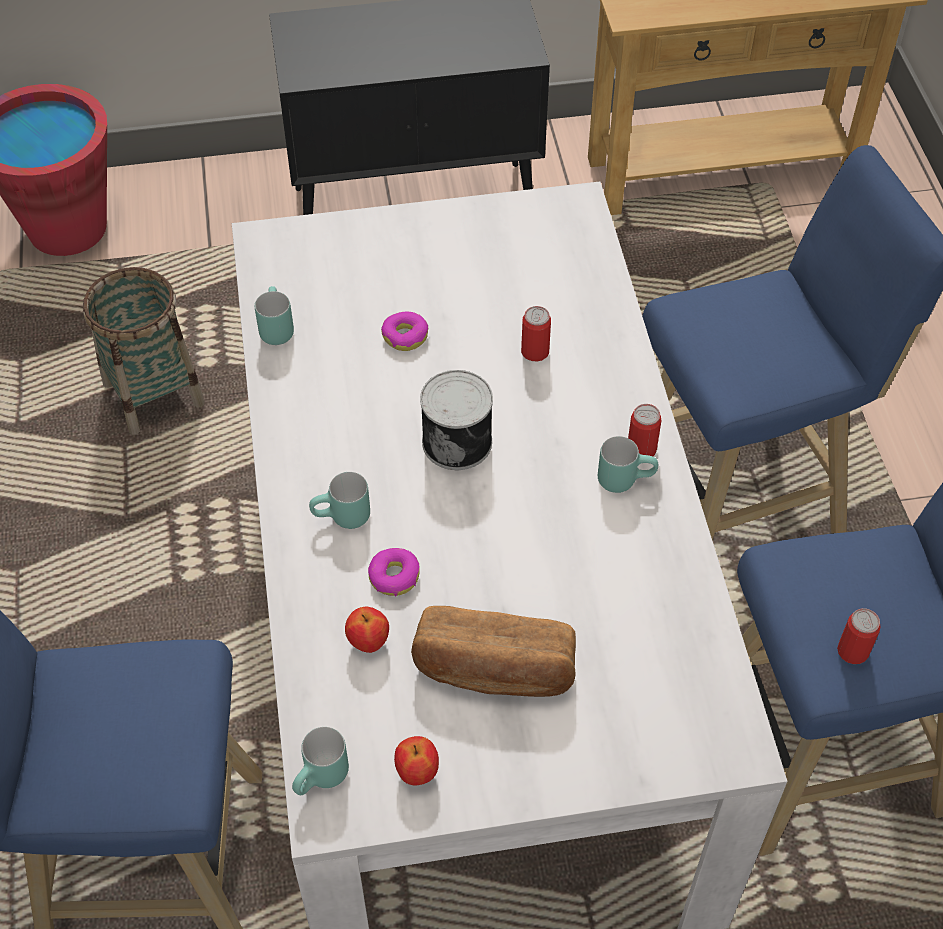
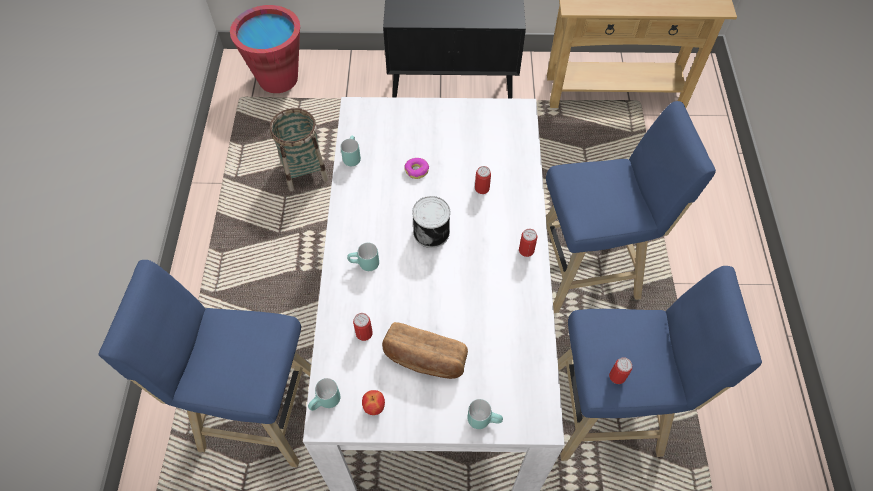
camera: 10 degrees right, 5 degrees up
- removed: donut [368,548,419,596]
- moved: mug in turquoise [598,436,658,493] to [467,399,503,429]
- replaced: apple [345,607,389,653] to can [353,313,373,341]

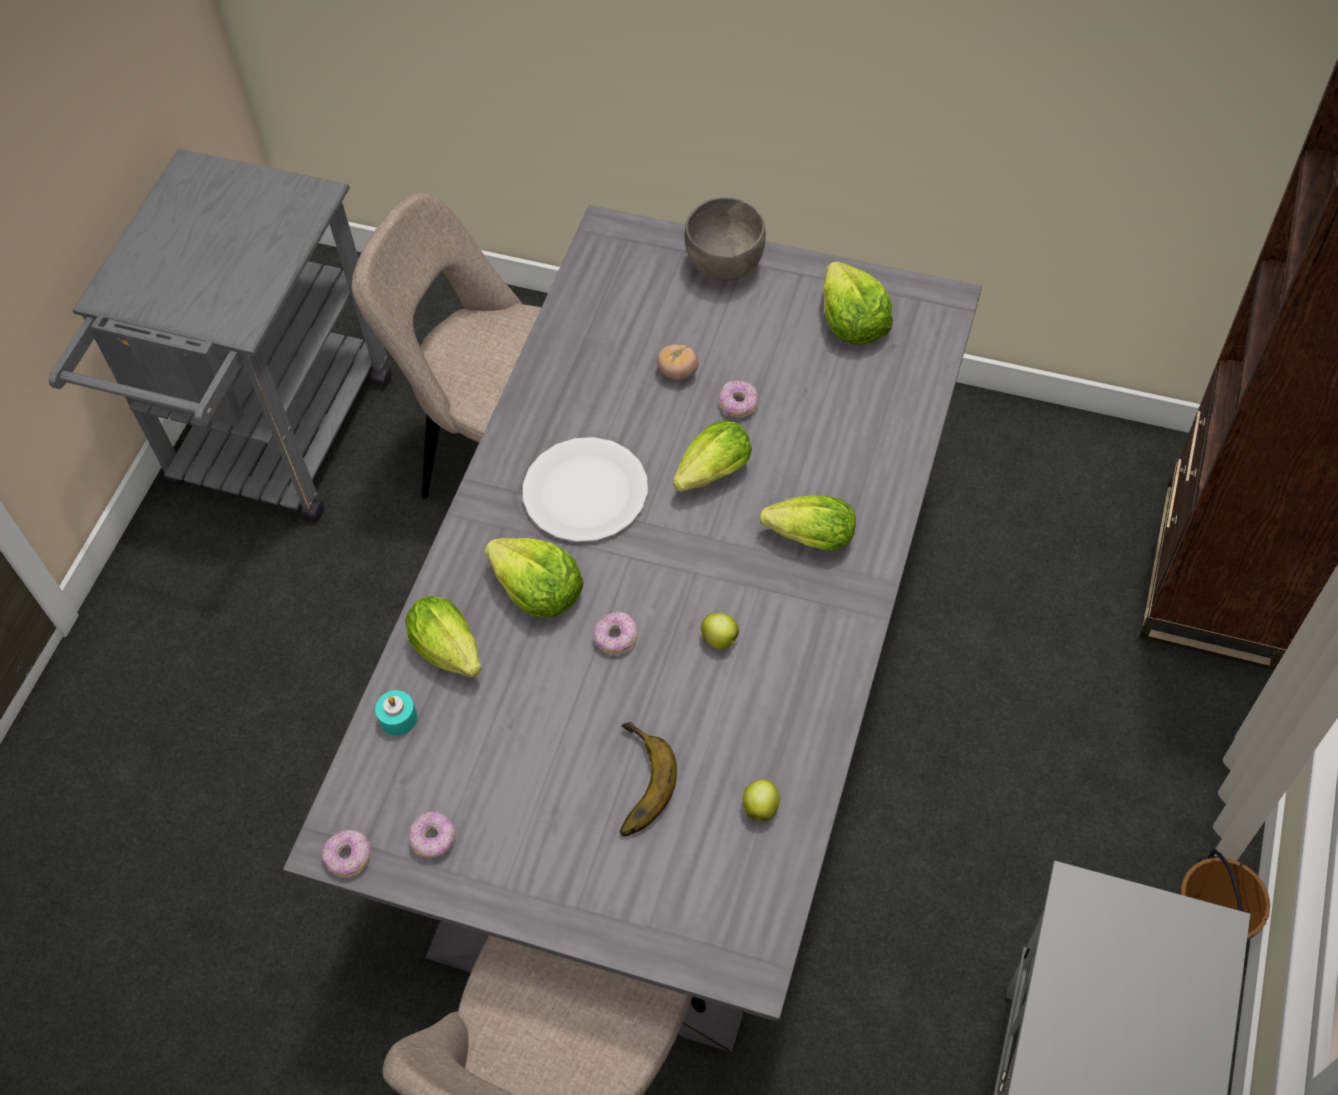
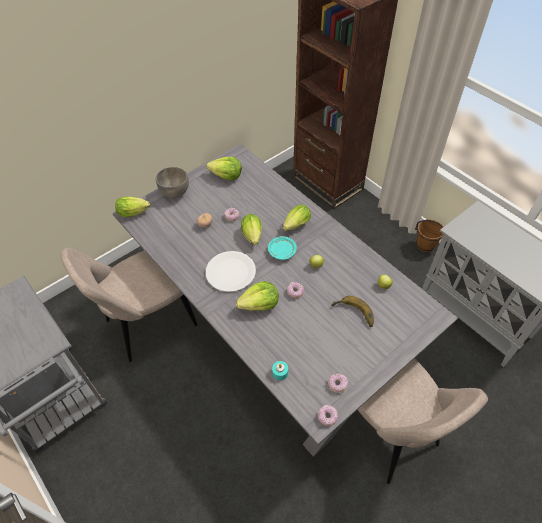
camera: 60 degrees left, 5 degrees down
- added: plate in turquoise [268,236,297,260]
- moved: lettuce [405,596,481,677] to [115,197,150,217]

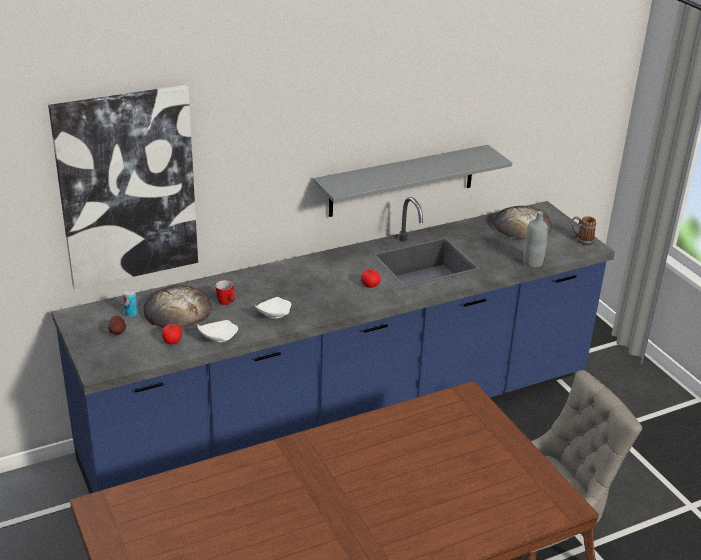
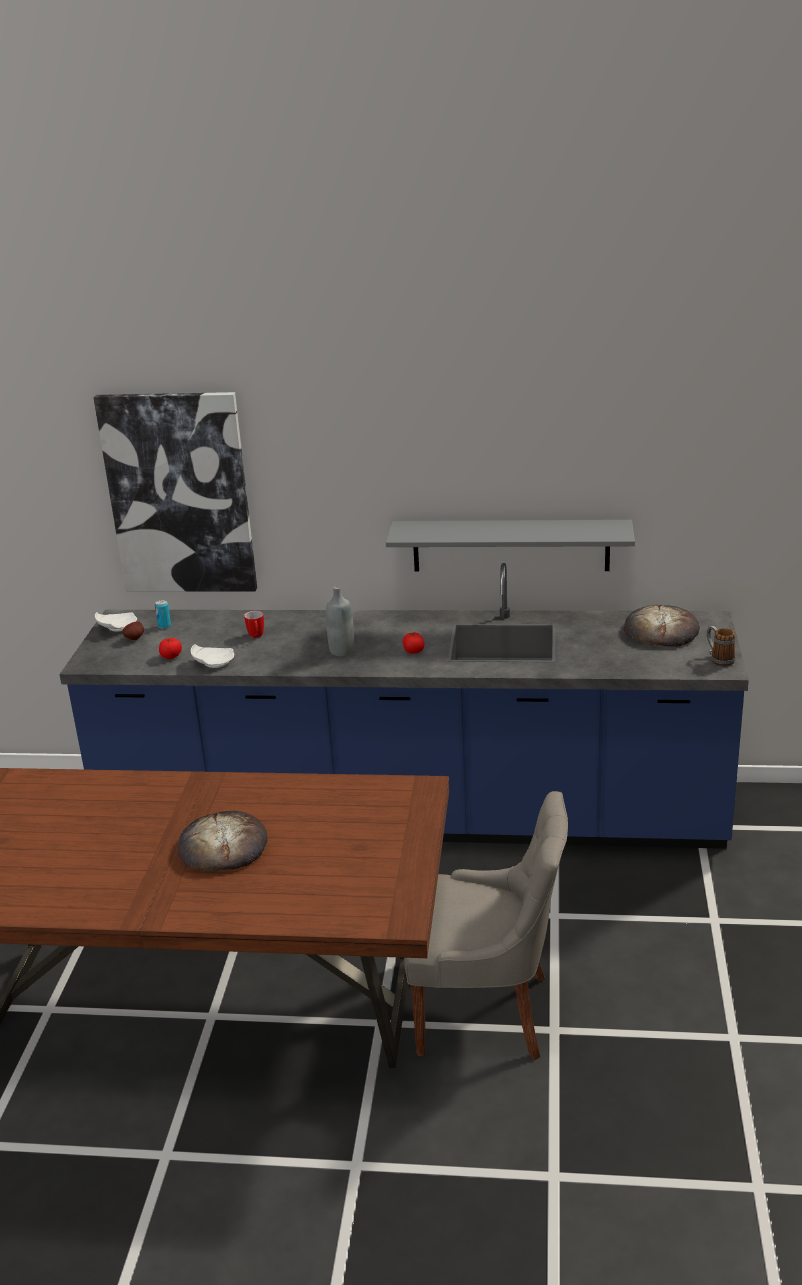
camera: 35 degrees right, 5 degrees down
- moved: bread [144,285,212,328] to [178,811,268,871]
- moved: plate in white [254,297,291,318] to [95,612,137,632]
- moved: bottle in grey [523,211,548,268] to [326,586,354,656]

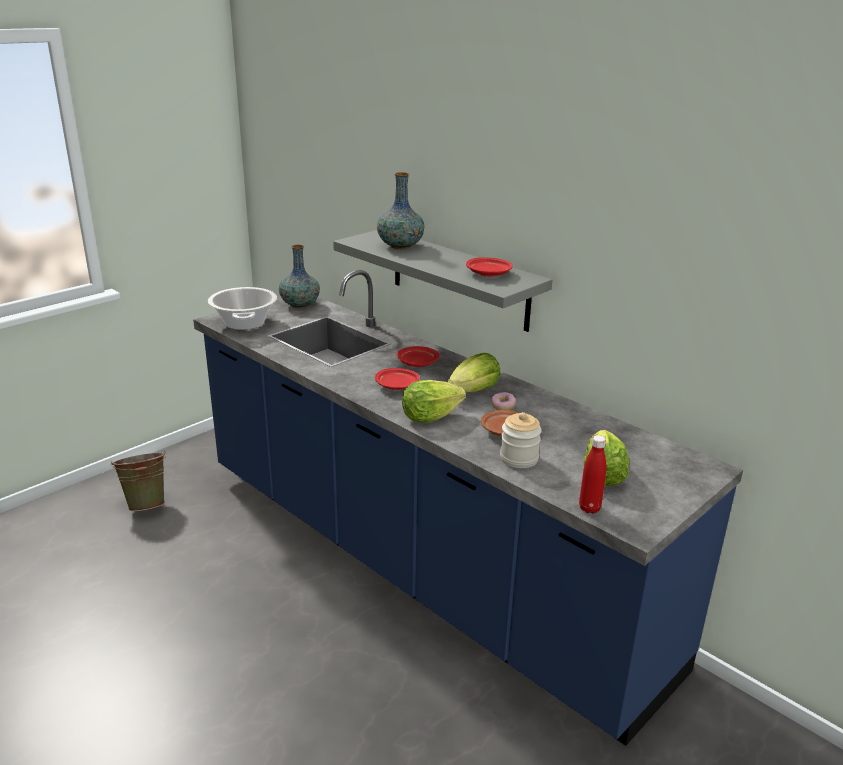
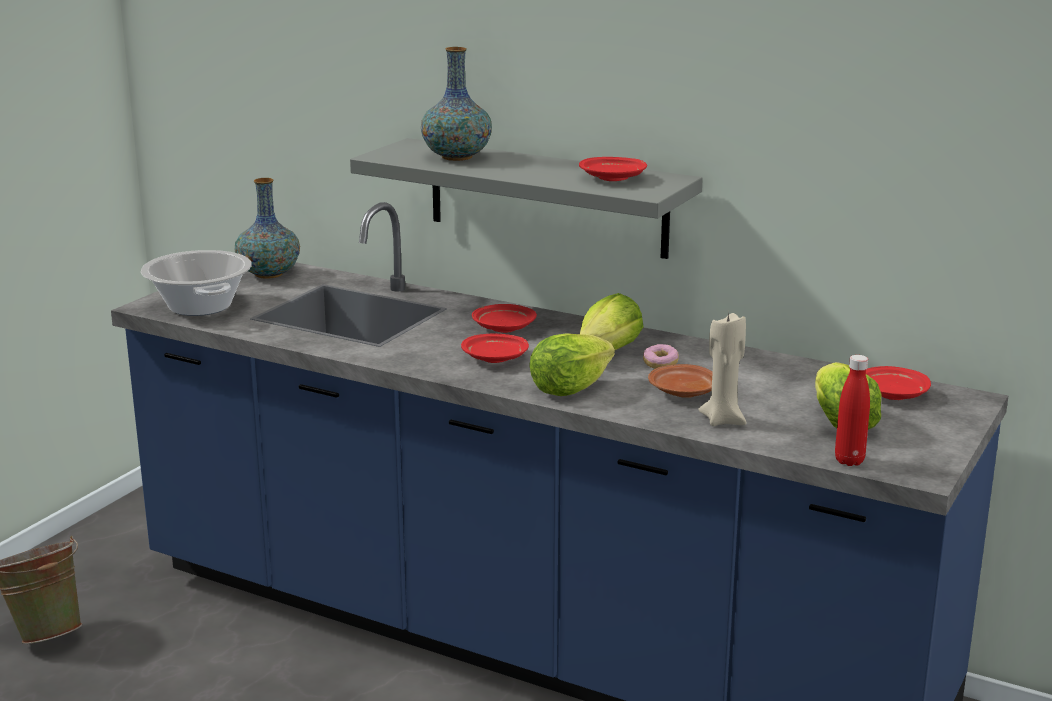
camera: 15 degrees left, 5 degrees down
- added: plate in red [866,366,931,400]
- replaced: jar [500,412,542,468] to candle in beige [698,311,747,426]

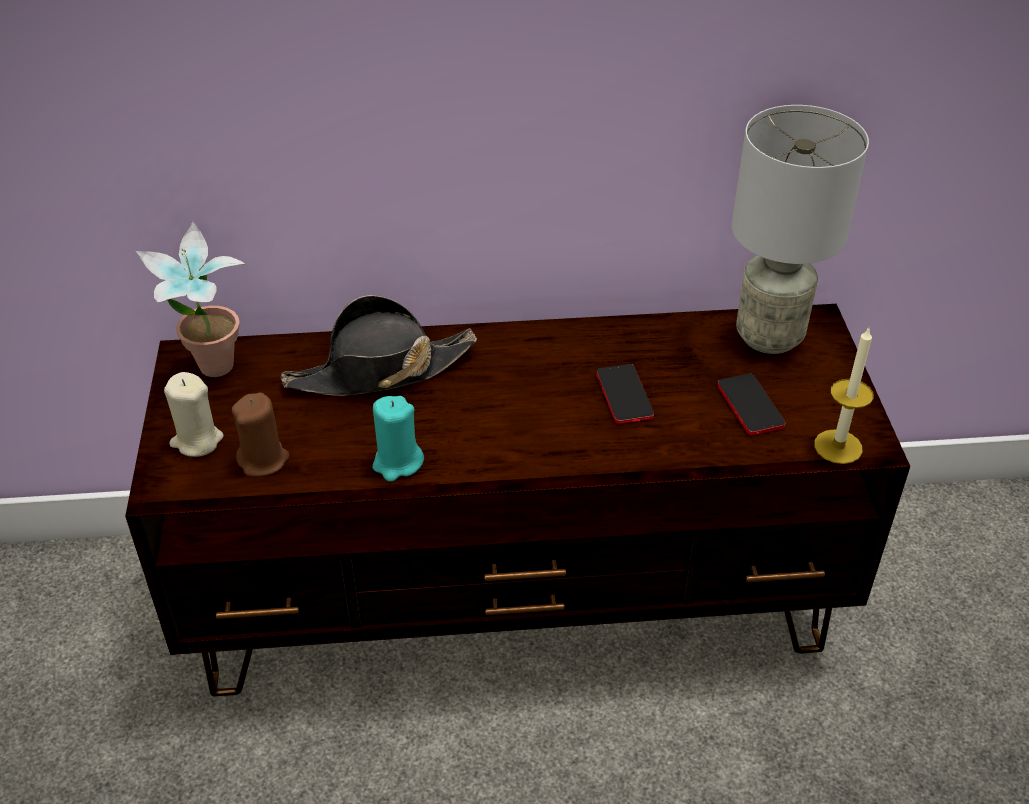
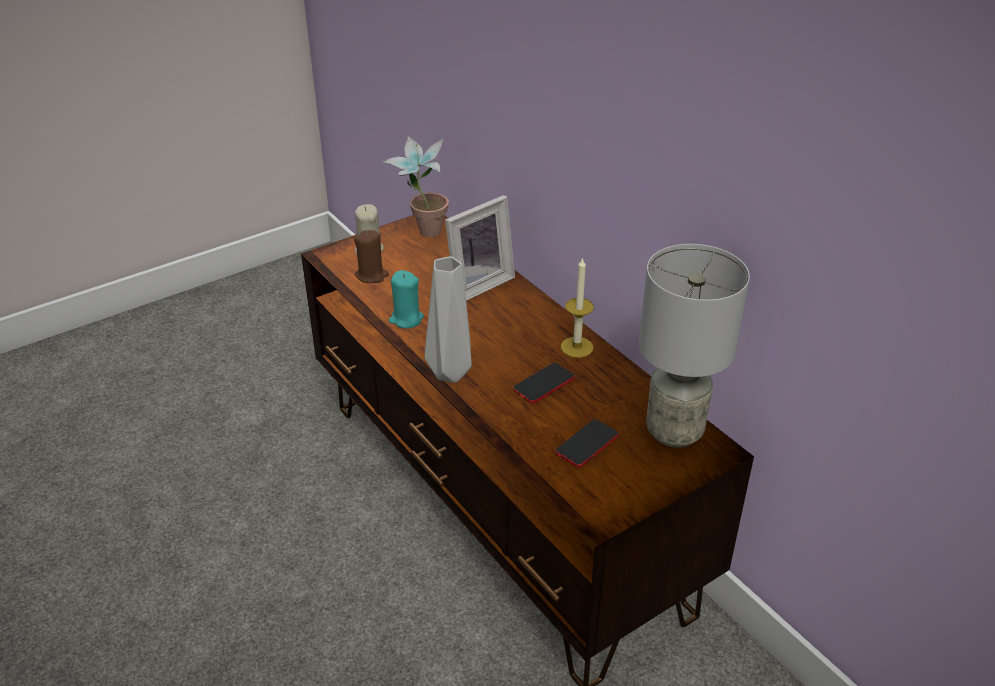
camera: 60 degrees right, 5 degrees down
- added: vase in grey [425,256,472,383]
- moved: candle [814,326,874,464] to [561,257,594,358]
- replaced: hat in black [281,295,477,396] to picture frame [445,195,515,301]

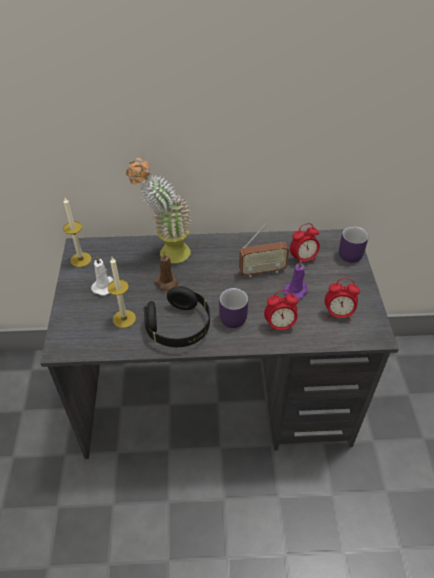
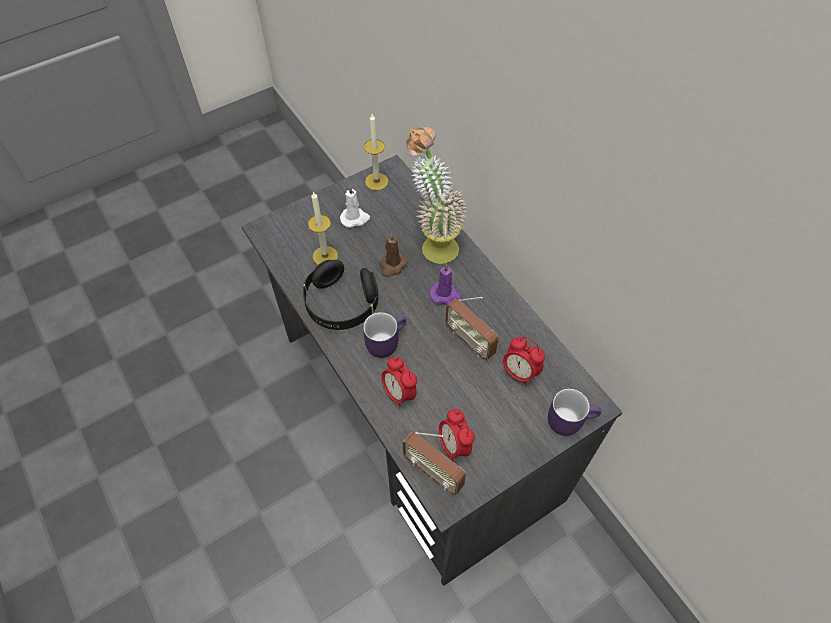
camera: 60 degrees right, 10 degrees up
- added: radio [403,431,466,495]
- moved: candle in purple [283,260,308,299] to [430,264,462,305]

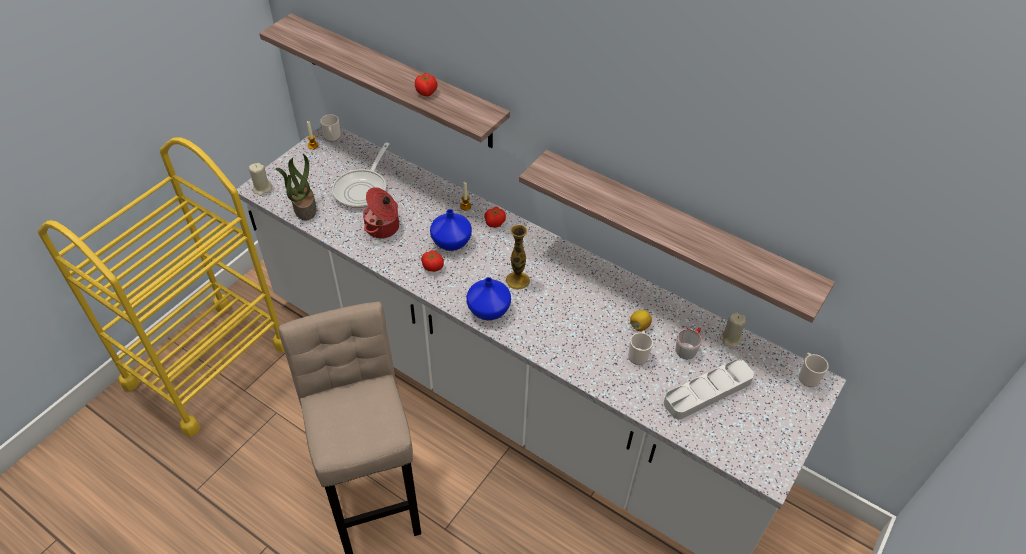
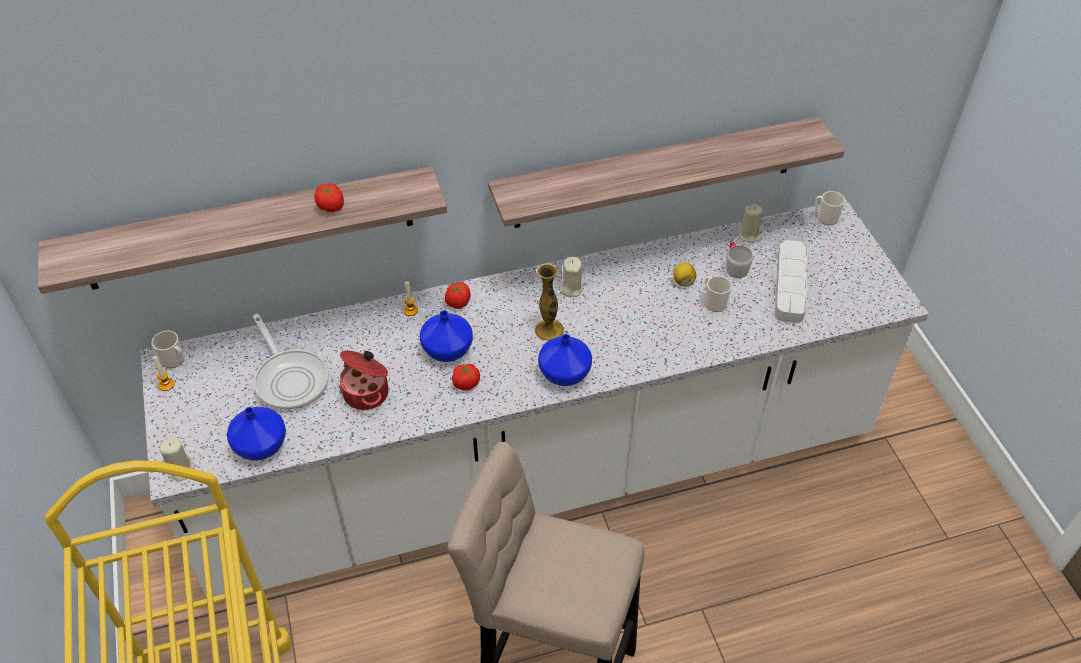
camera: 50 degrees left, 0 degrees up
- added: candle in beige [560,257,583,297]
- replaced: potted plant [276,154,317,220] to vase in blue [227,407,286,461]

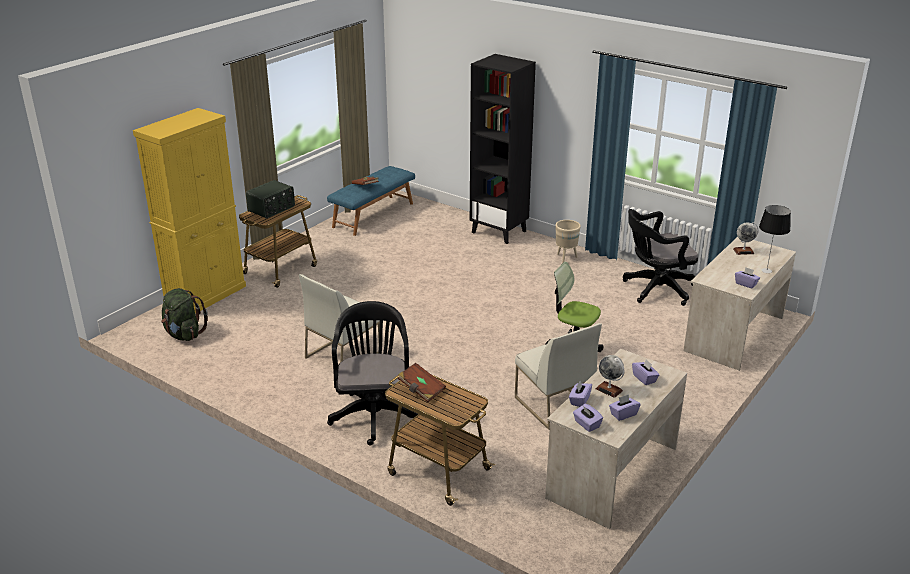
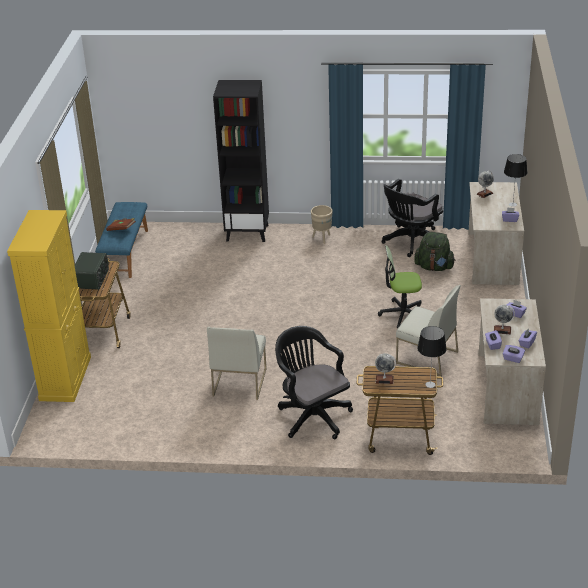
camera: 30 degrees left, 5 degrees up
- added: table lamp [417,326,447,388]
- moved: backpack in green [161,288,208,341] to [414,232,455,271]
- replaced: book in brown [398,363,446,402] to globe [375,353,396,384]

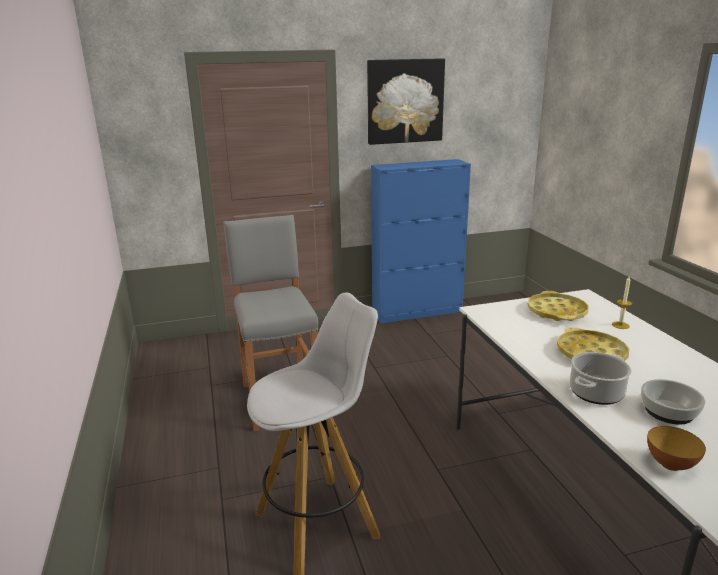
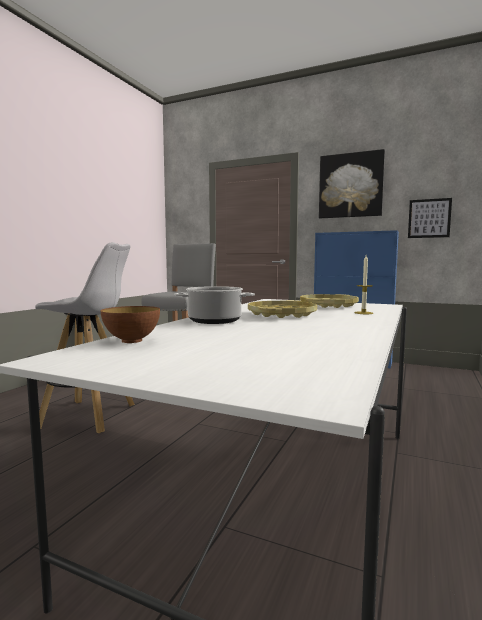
camera: 40 degrees right, 15 degrees down
- removed: bowl [641,379,705,425]
- added: picture [408,198,452,238]

